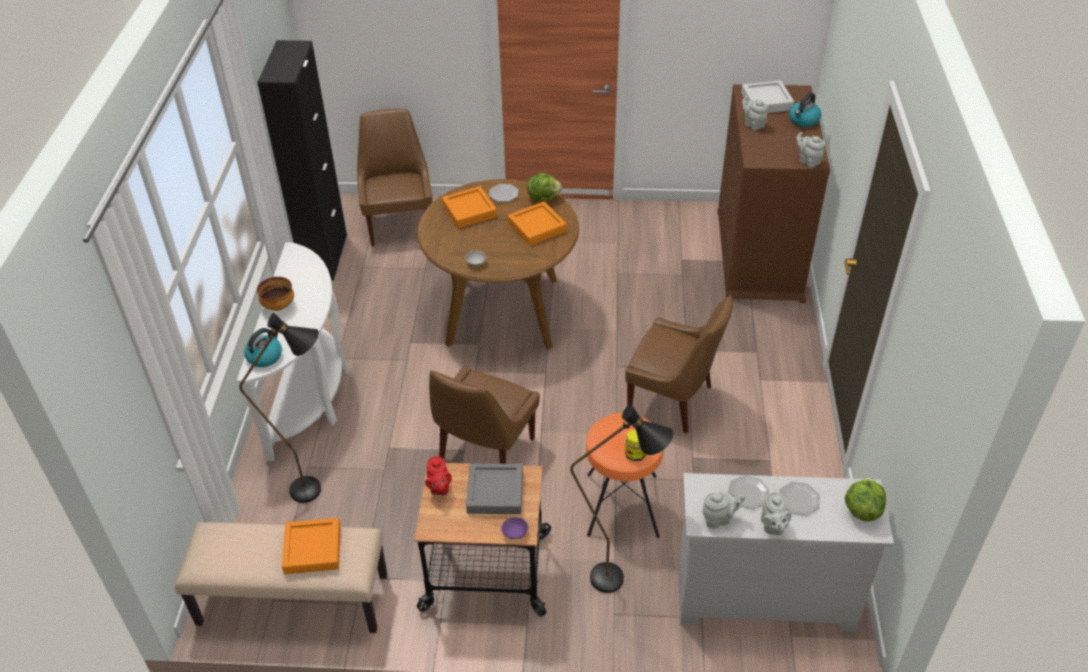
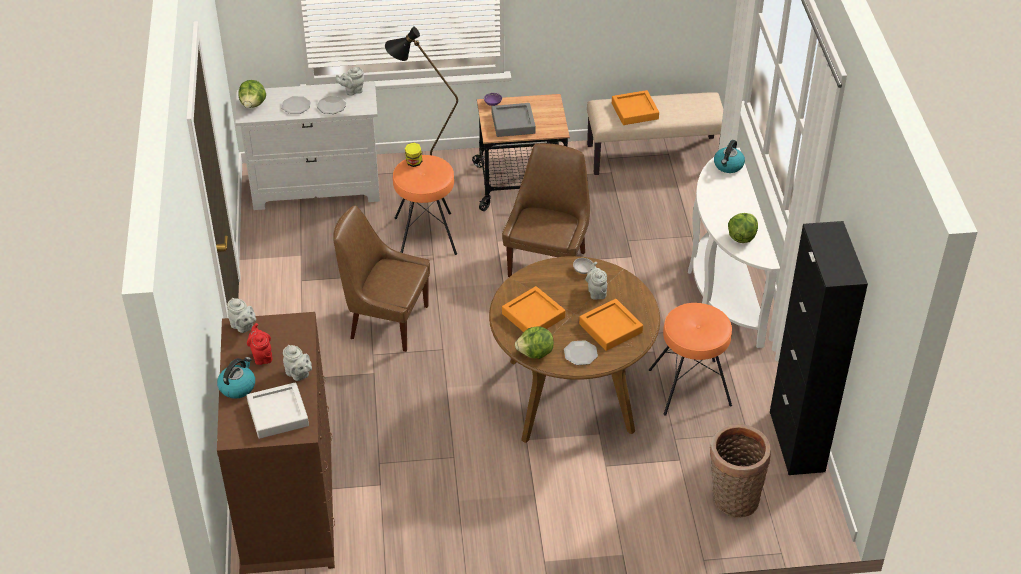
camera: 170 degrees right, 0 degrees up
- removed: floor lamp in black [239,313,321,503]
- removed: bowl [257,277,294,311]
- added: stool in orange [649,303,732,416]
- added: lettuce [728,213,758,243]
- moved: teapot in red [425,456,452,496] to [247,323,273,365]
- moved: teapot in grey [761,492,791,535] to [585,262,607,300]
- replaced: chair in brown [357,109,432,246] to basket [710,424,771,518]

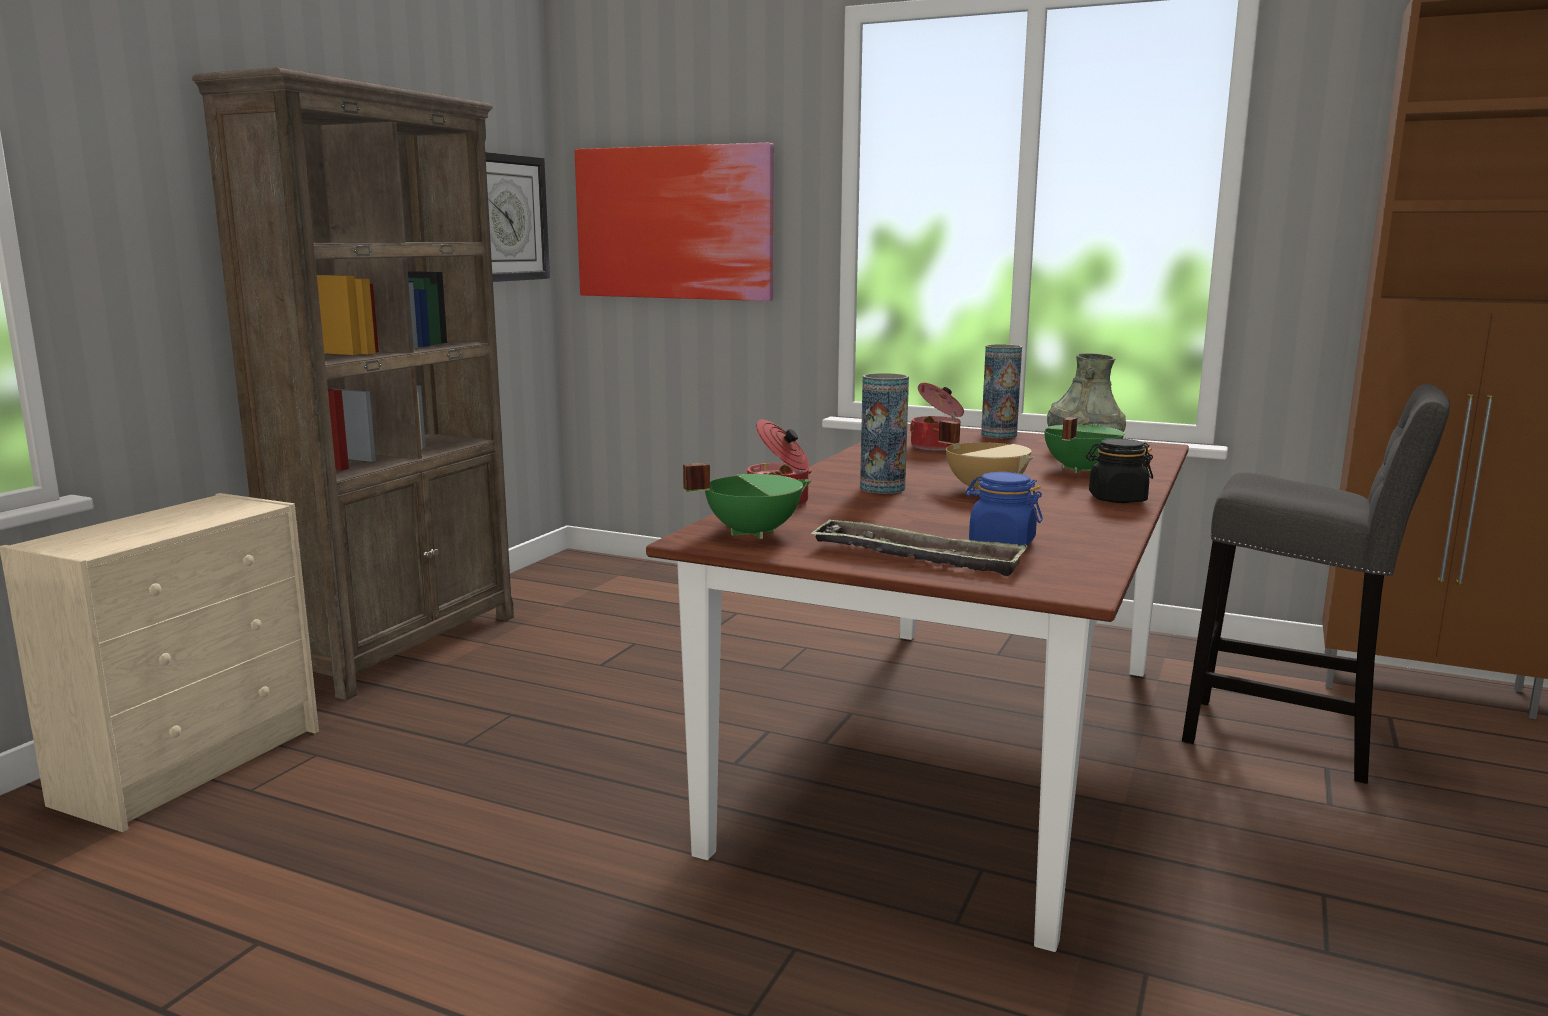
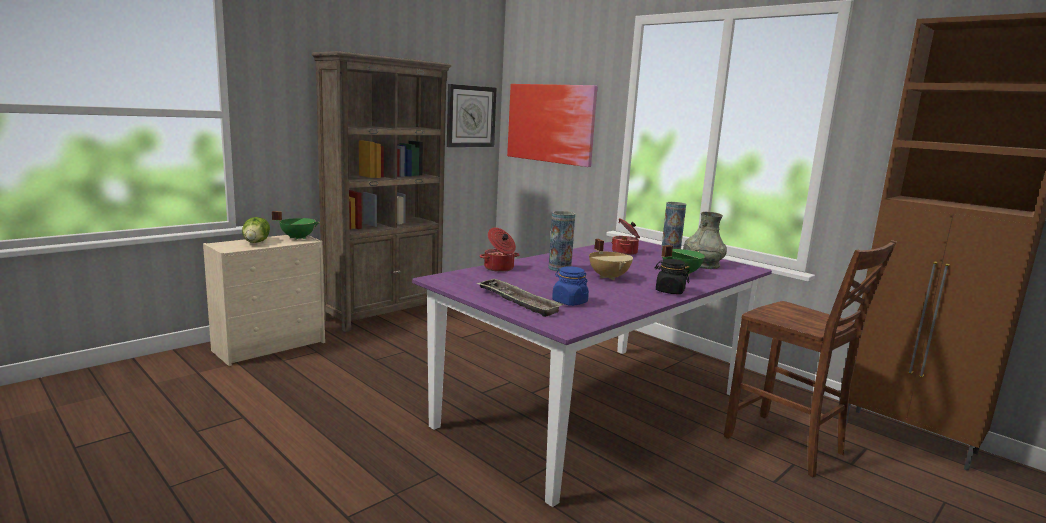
camera: 20 degrees right, 0 degrees up
- added: lettuce [242,217,270,243]
- moved: cooking pot in green [683,463,812,539] to [272,211,319,240]
- replaced: stool in grey [1182,384,1450,784] to chair in brown [724,240,897,477]
- recoloured: dining table in brown [646,424,1189,952] to dining table in purple [412,240,772,507]

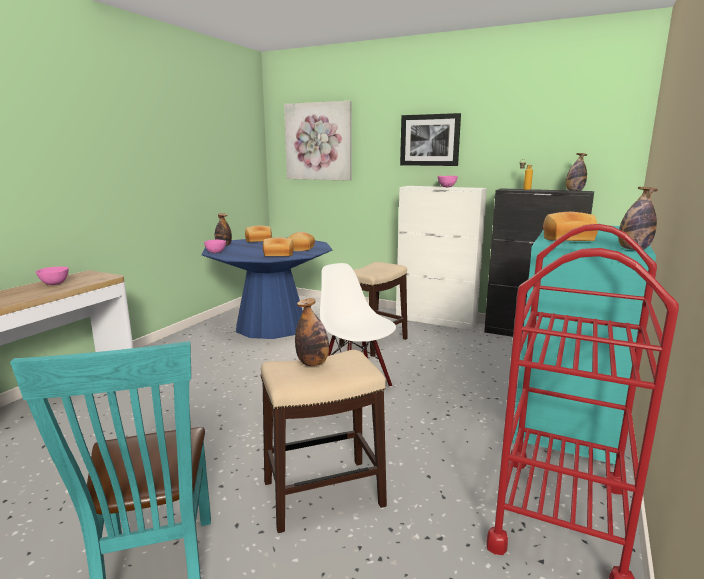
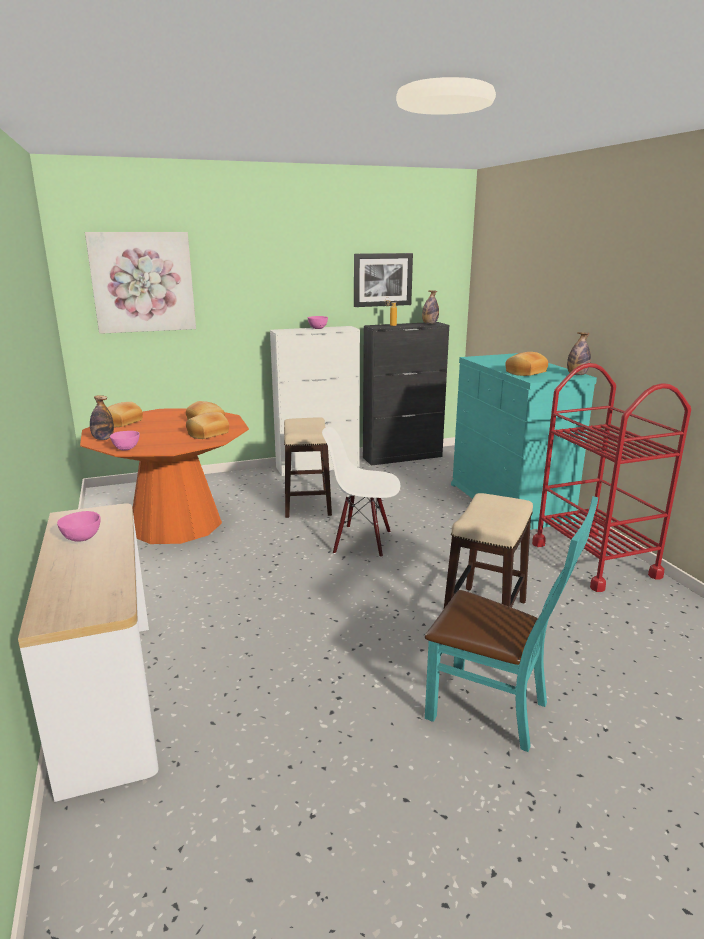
camera: 45 degrees left, 5 degrees up
- removed: bottle [295,298,329,366]
- moved: picture [400,113,461,166] to [354,253,413,307]
- recoloured: dining table in blue [201,237,332,339] to dining table in orange [80,408,249,544]

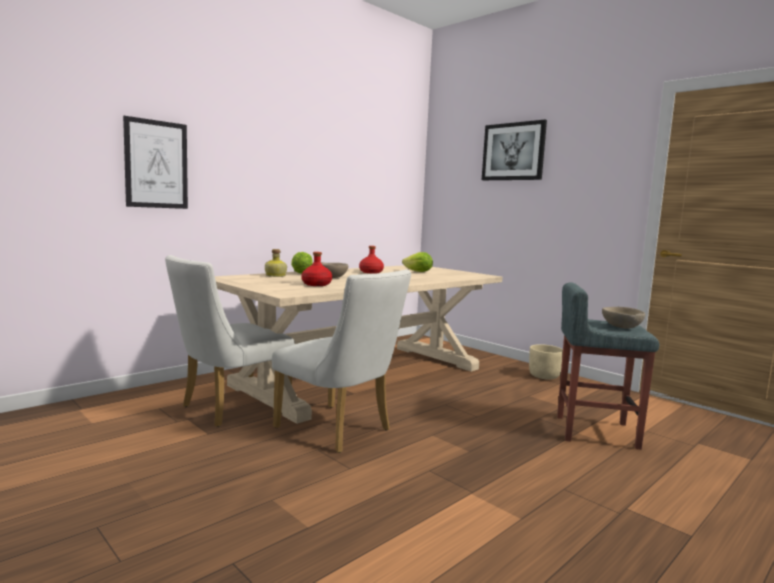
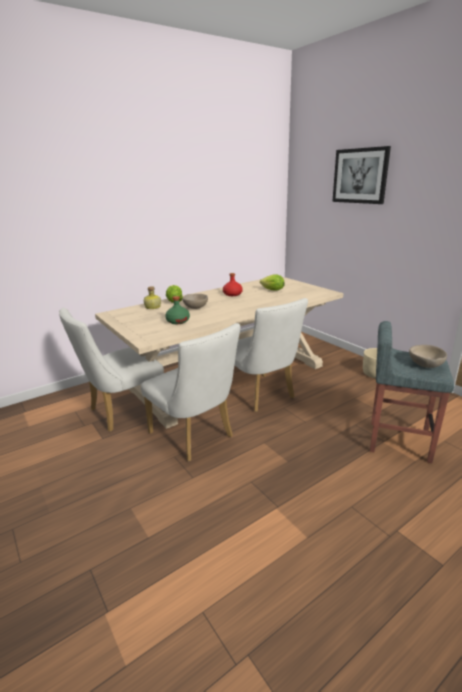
camera: 10 degrees right, 15 degrees up
- removed: picture [123,116,188,209]
- added: chair in white [235,298,308,412]
- recoloured: bottle in red [302,252,332,286] to bottle in green [165,296,190,324]

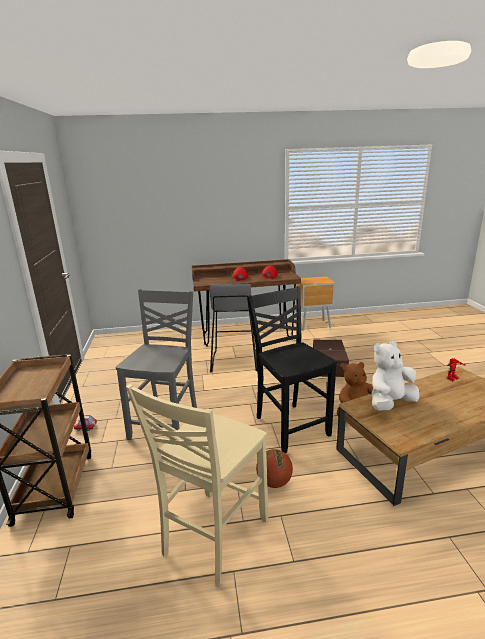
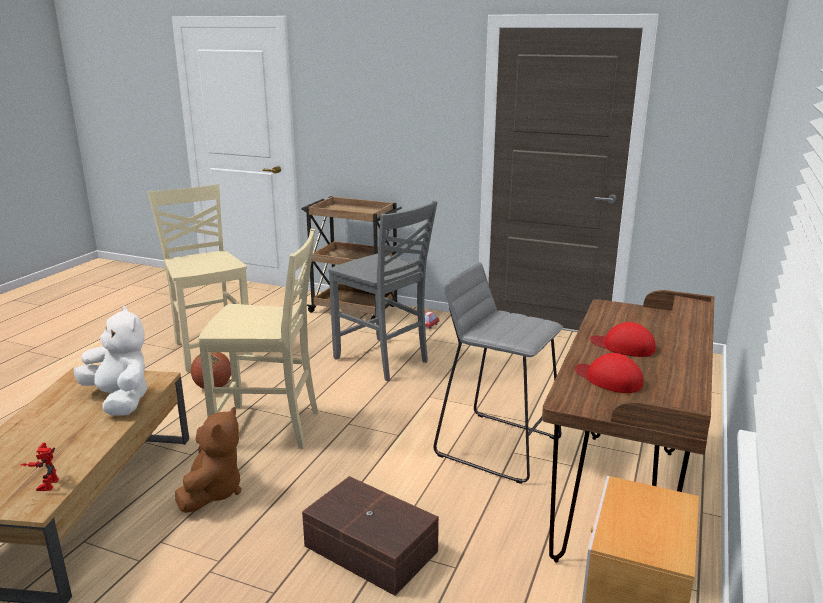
camera: 120 degrees right, 0 degrees up
- recoloured: chair in black [247,286,337,453] to chair in beige [198,229,318,449]
- turned: plush toy in white [372,341,420,411] = [73,306,148,416] 45 degrees counterclockwise

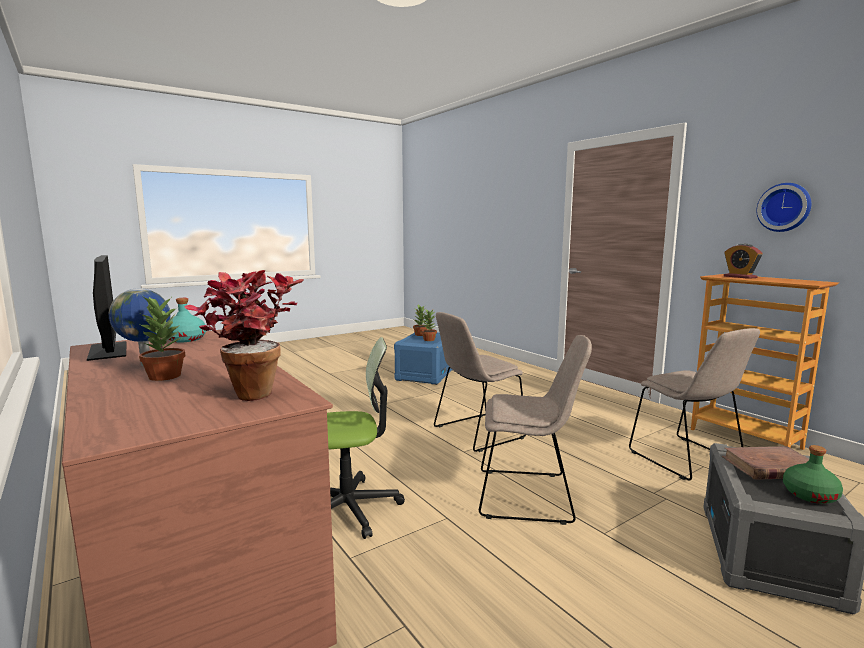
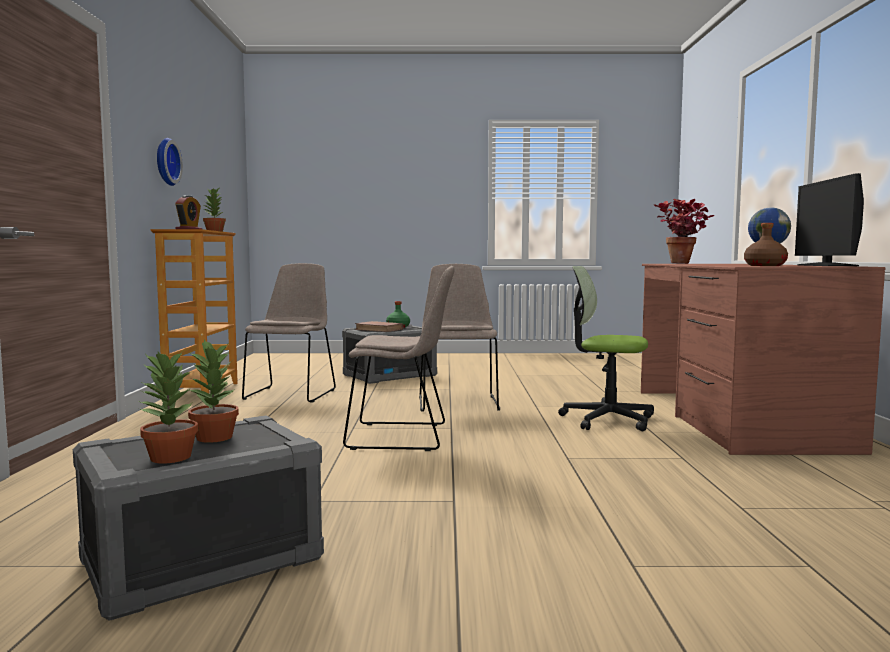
camera: 145 degrees left, 5 degrees down
- moved: potted plant [139,297,185,381] to [203,188,226,232]
- recoloured: bottle in turquoise [169,298,206,343] to bottle in brown [744,223,788,266]
- recoloured: storage box in blue [394,332,452,385] to storage box in grey [73,415,324,621]
- turned: chair in beige [479,335,592,525] = [419,264,500,412] 45 degrees clockwise

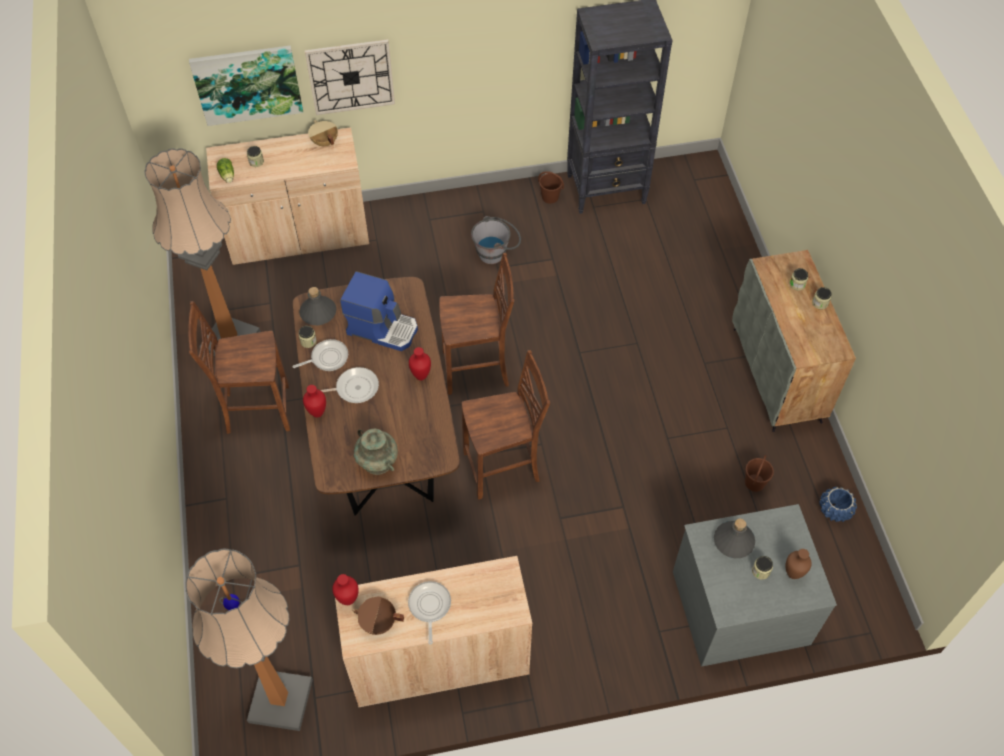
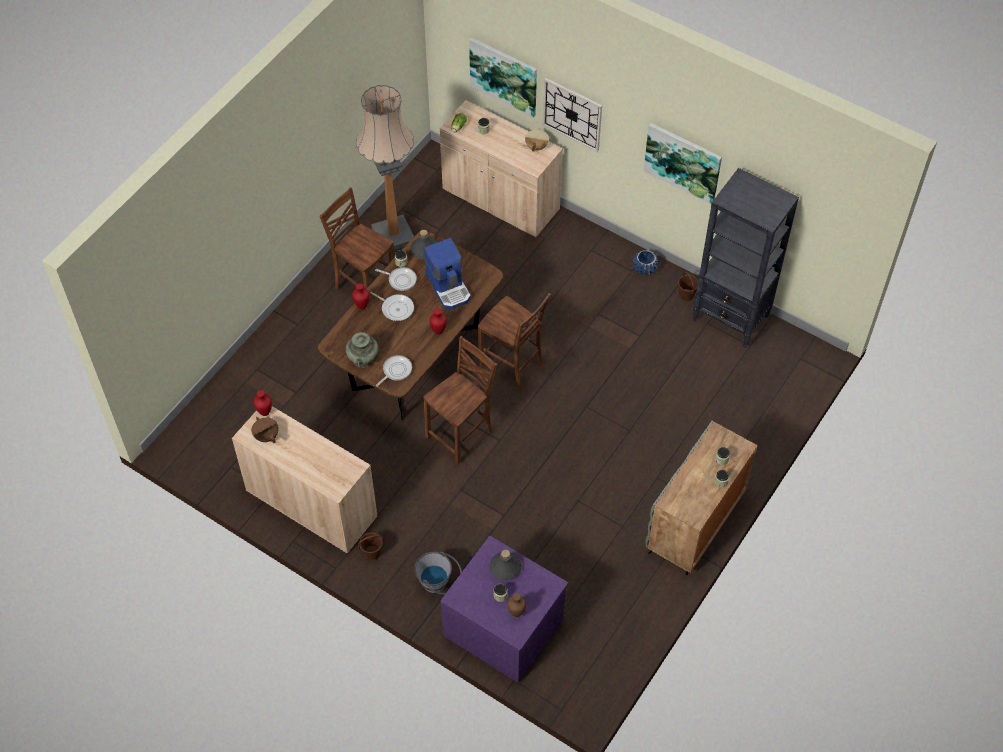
camera: 45 degrees right, 0 degrees up
- removed: floor lamp [185,548,313,731]
- added: picture [644,123,722,204]
- moved: frying pan [408,581,451,645] to [376,355,412,387]
- moved: bucket in grey [471,216,521,264] to [414,552,462,595]
- moved: bucket in brown [745,455,774,492] to [358,532,384,560]
- moved: planter in blue [819,487,857,522] to [633,250,659,275]
- recoloured: dresser in grey [673,504,837,666] to dresser in purple [440,536,568,683]
- turned: chair in brown [462,350,550,500] = [423,336,497,465] 75 degrees counterclockwise

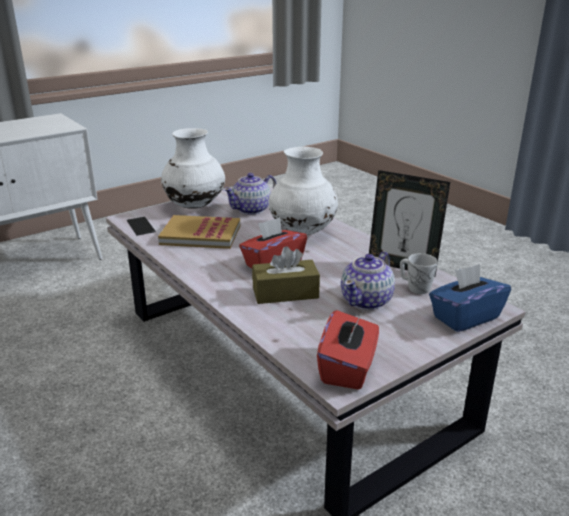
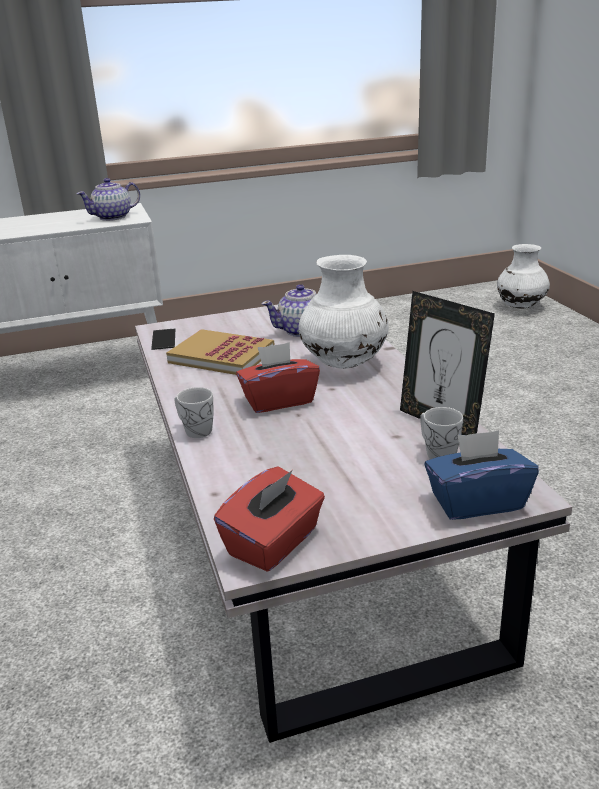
camera: 20 degrees right, 0 degrees up
- removed: tissue box in brown [252,246,320,304]
- added: mug in white [174,387,214,438]
- moved: vase in white [161,128,225,209] to [497,244,550,308]
- moved: teapot [341,251,395,310] to [77,178,140,221]

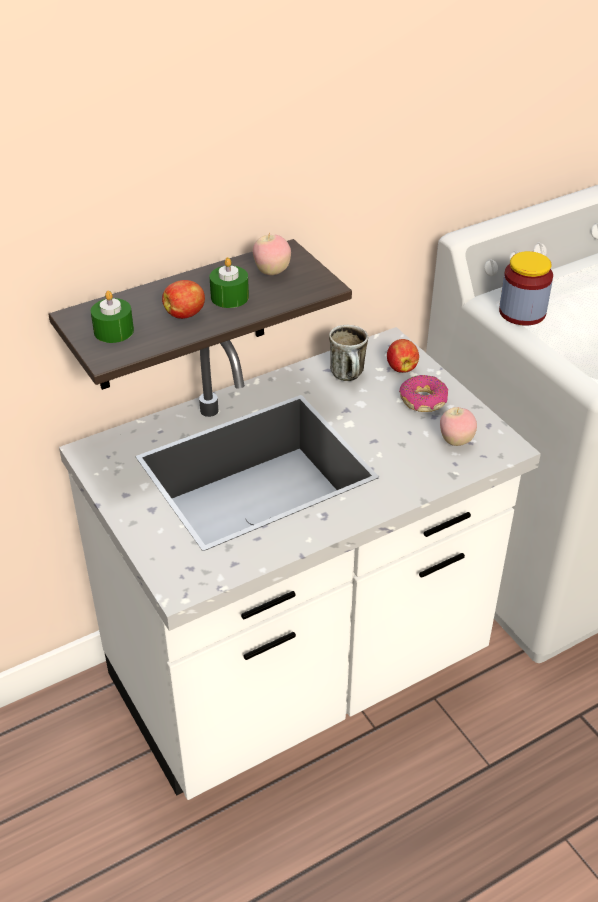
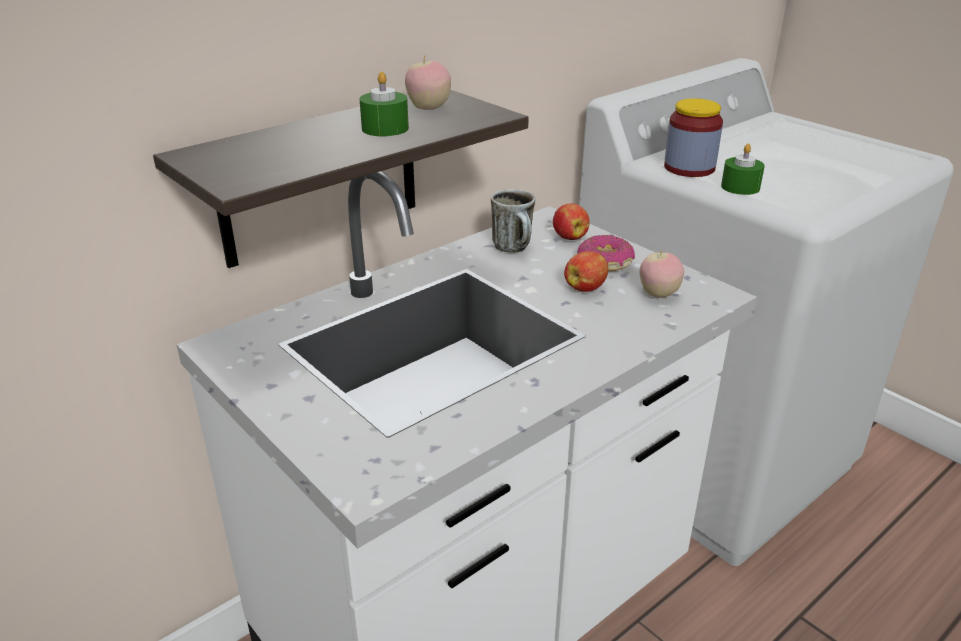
camera: 10 degrees left, 10 degrees down
- moved: candle in green [91,291,134,343] to [721,144,765,195]
- moved: apple [162,280,205,319] to [564,251,608,292]

